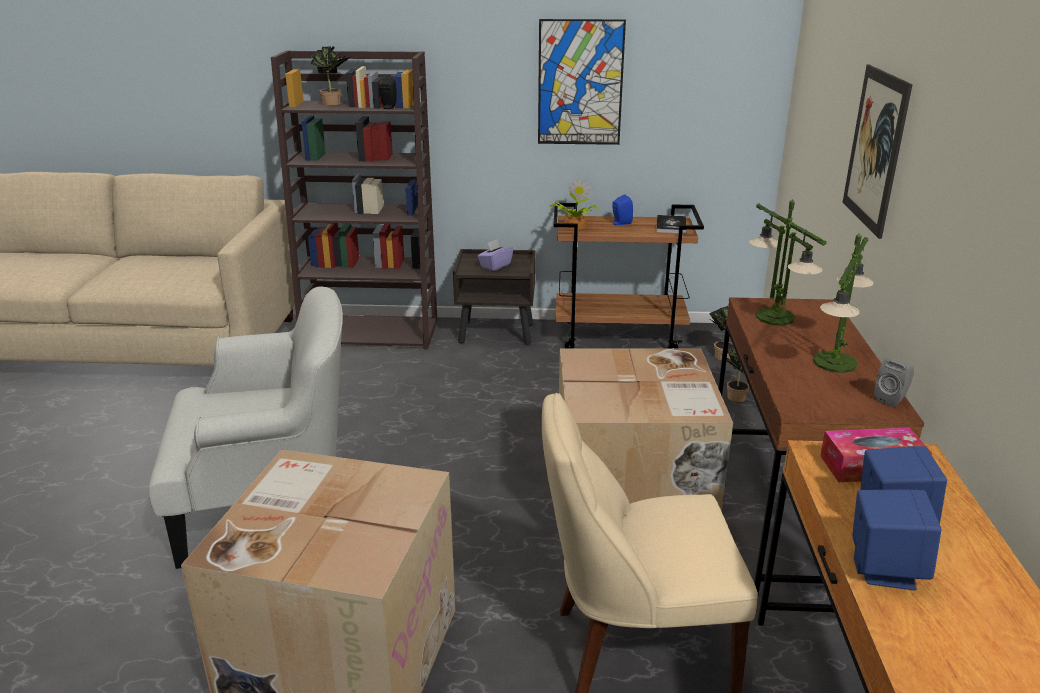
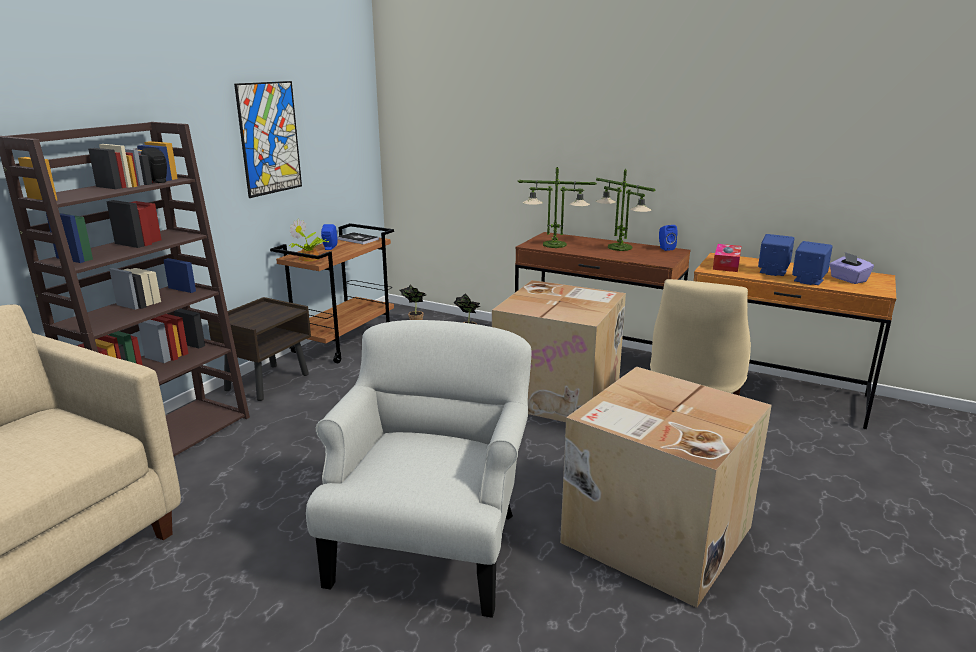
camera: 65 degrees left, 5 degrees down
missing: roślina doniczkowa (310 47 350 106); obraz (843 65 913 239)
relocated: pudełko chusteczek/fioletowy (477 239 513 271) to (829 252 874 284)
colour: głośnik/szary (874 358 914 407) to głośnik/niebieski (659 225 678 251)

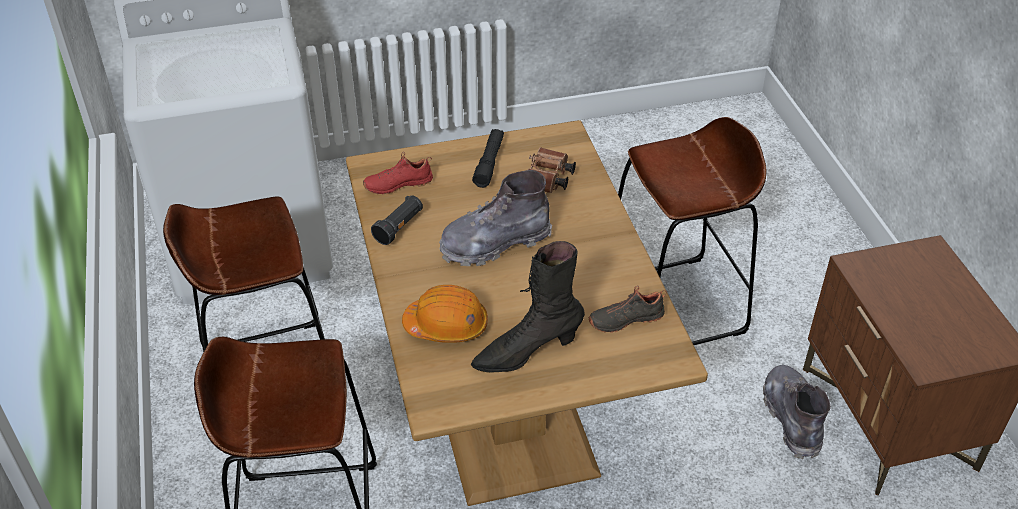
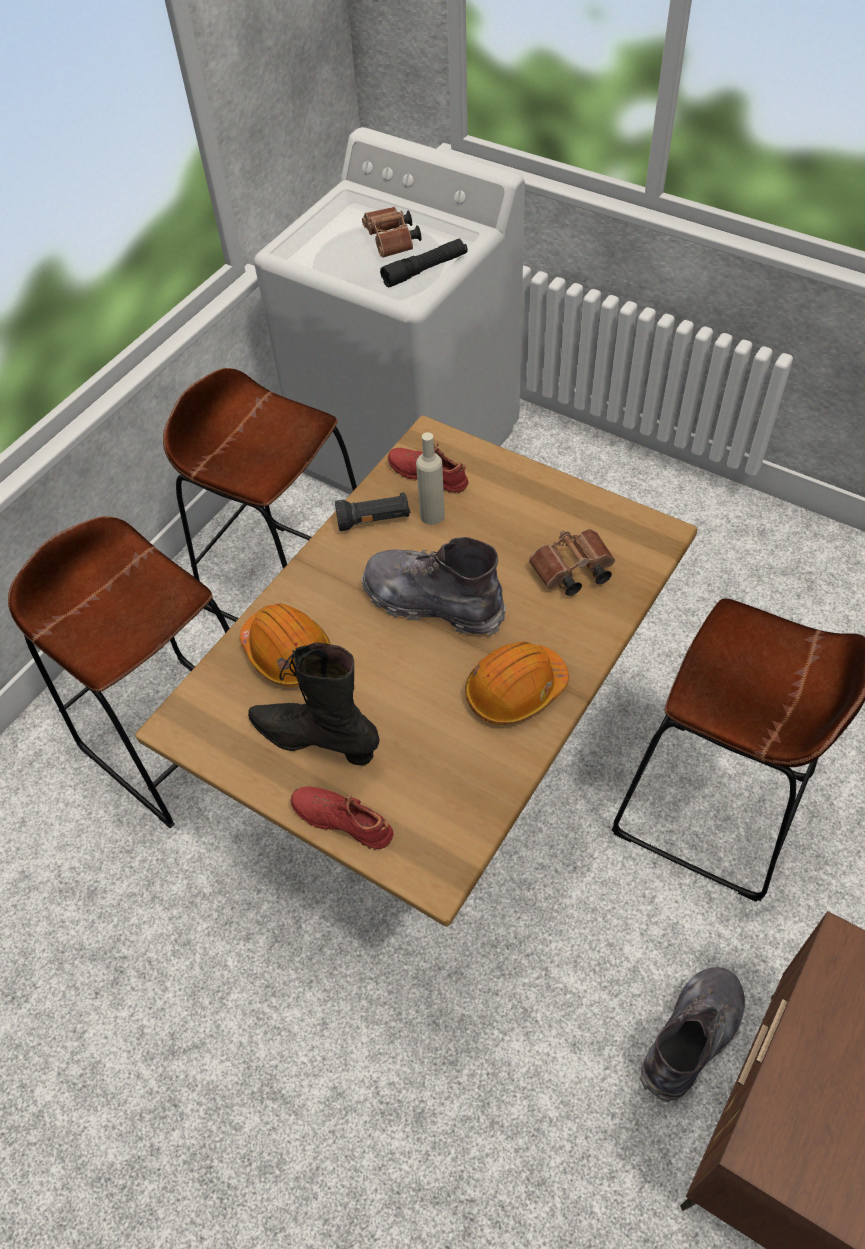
camera: 50 degrees right, 10 degrees up
missing: but/czarny (589 285 667 333)
appeared: but/czerwony (290 787 393 850); lornetka/brązowy (362 207 421 258); butelka/beżowy (416 432 445 525); kask/pomarańczowy (465 641 569 725)
relocated: latarka/czarny (472 129 504 188) to (380 238 467 287)

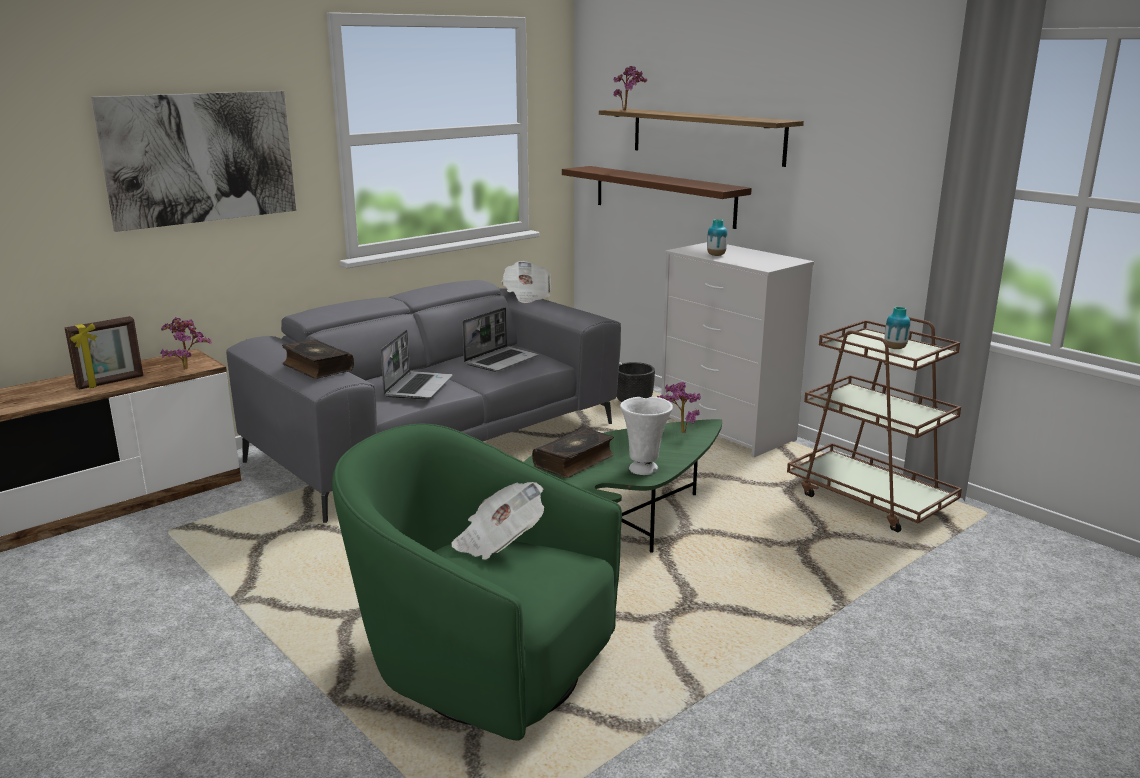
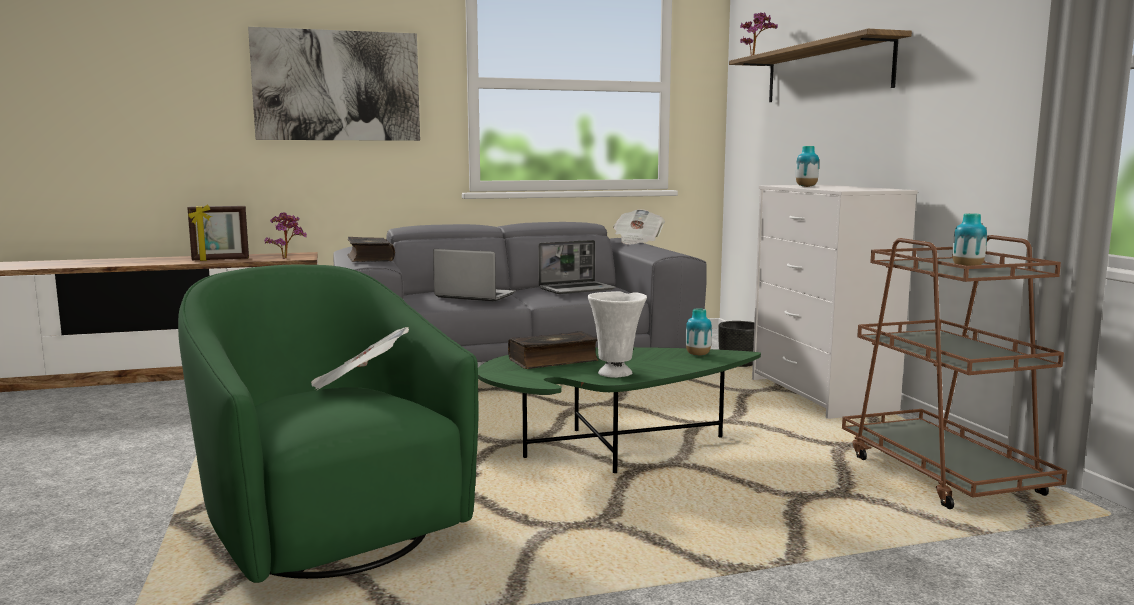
camera: 25 degrees right, 10 degrees down
missing: półka/brązowy (562 166 752 229)
exchanged: roślina doniczkowa (657 382 701 433) to wazon (686 308 712 356)
spun: laptop (381 330 453 399) = (433 249 516 301) 105 degrees counterclockwise

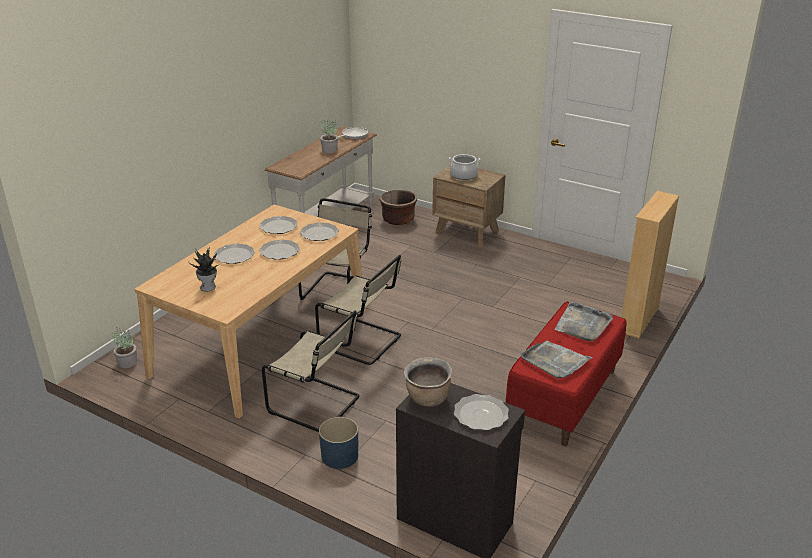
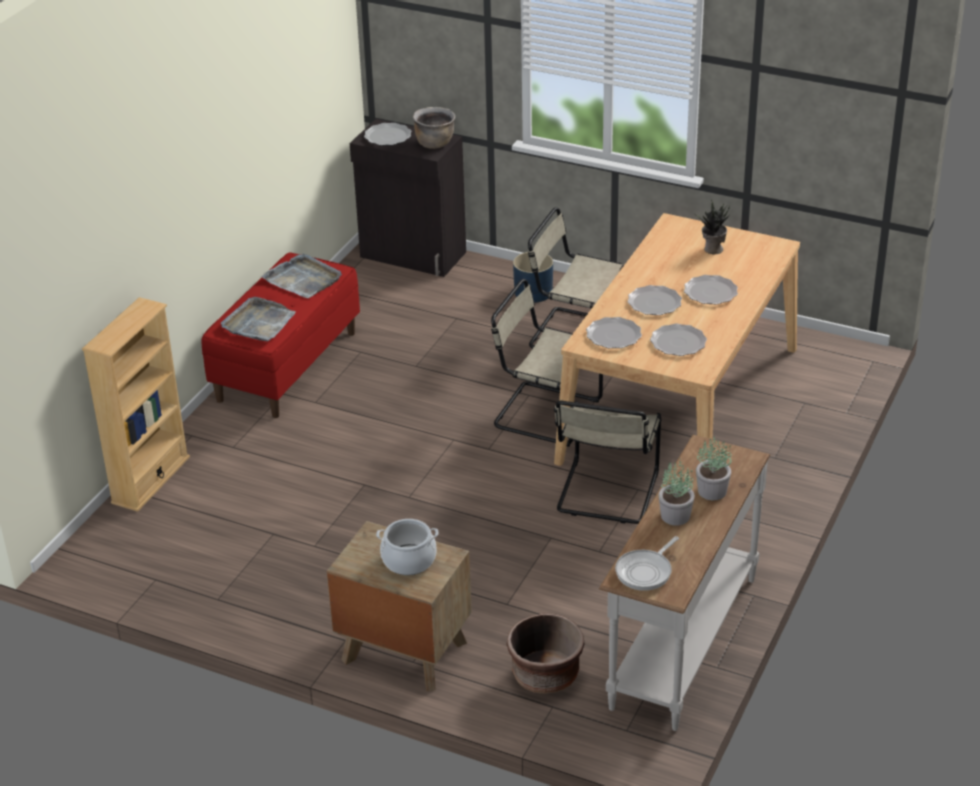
camera: 175 degrees right, 5 degrees up
relocated: roślina doniczkowa (112 327 137 368) to (696 436 732 500)

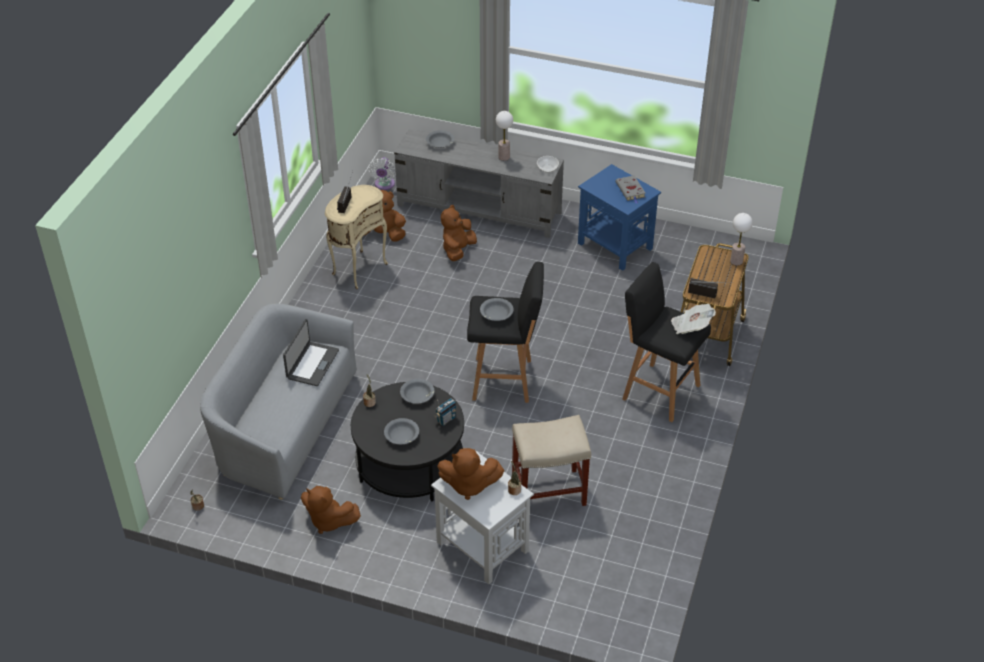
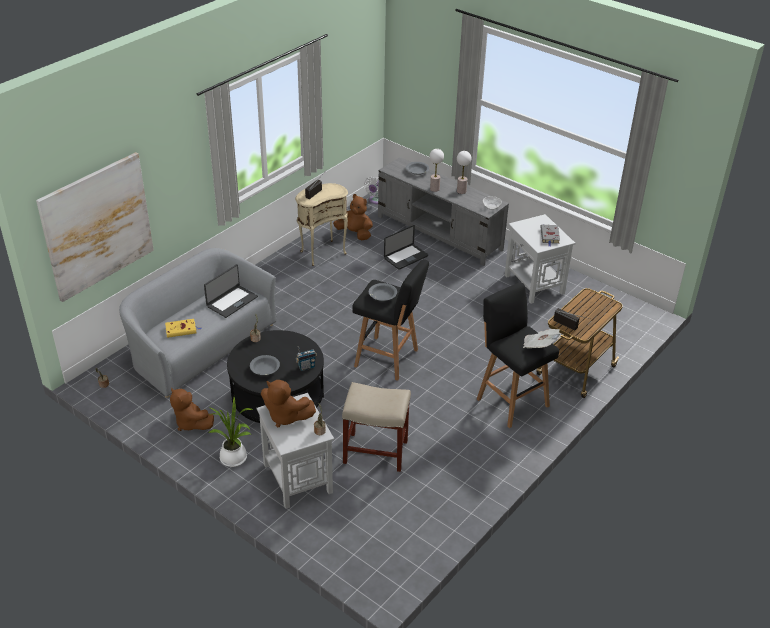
camera: 20 degrees right, 5 degrees down
missing: miska/szary (400 379 434 404)
appeared: obraz (36 152 154 302); książka/żółty (165 319 201 338); roślina doniczkowa (209 397 254 467)
relocated: lampa stołowa (730 213 753 266) to (429 149 444 192)
exchanged: pluszak/brązowy (441 205 477 261) to laptop (384 225 428 270)
colour: stolik/niebieski (578 164 661 271) to stolik/biały (505 214 576 304)

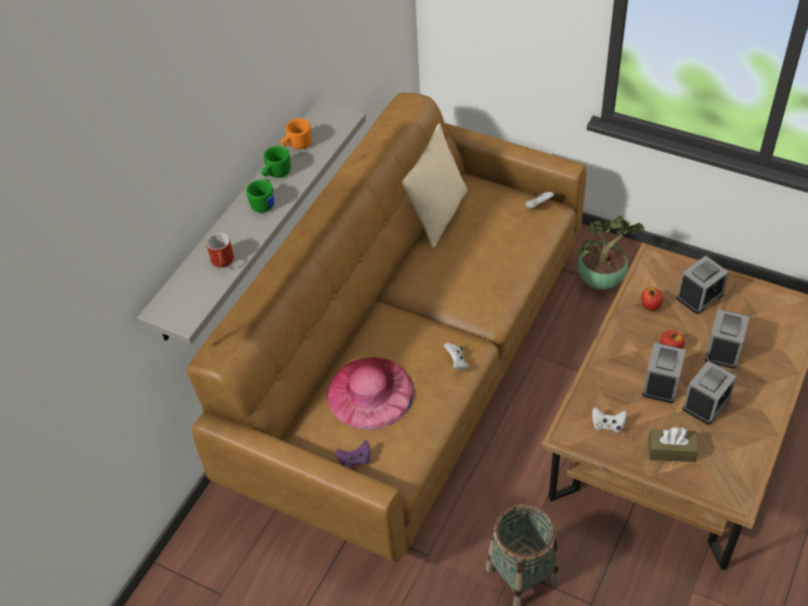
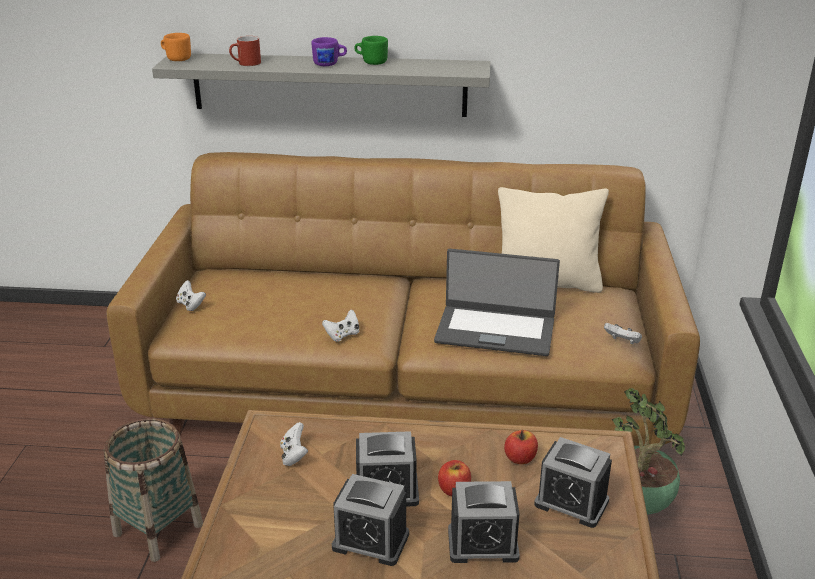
camera: 65 degrees right, 20 degrees down
missing: kapelusz/różowy (326 357 415 430); pudełko chusteczek/brązowy (648 427 698 462)
appeared: laptop (434 249 560 356)
relocated: kubek/pomarańczowy (281 118 312 149) to (161 33 191 61)
colour: kubek/zielony (246 179 274 212) to kubek/fioletowy (312 37 347 66); pad do gier/fioletowy (336 440 370 469) to pad do gier/biały (176 280 206 311)

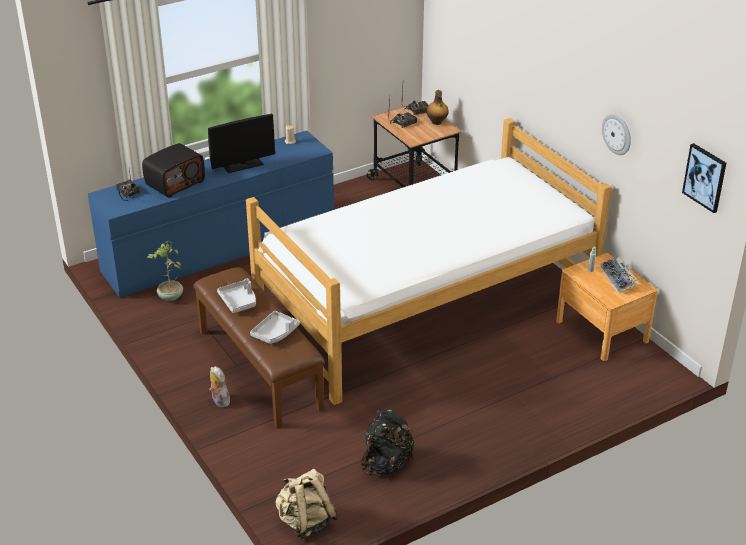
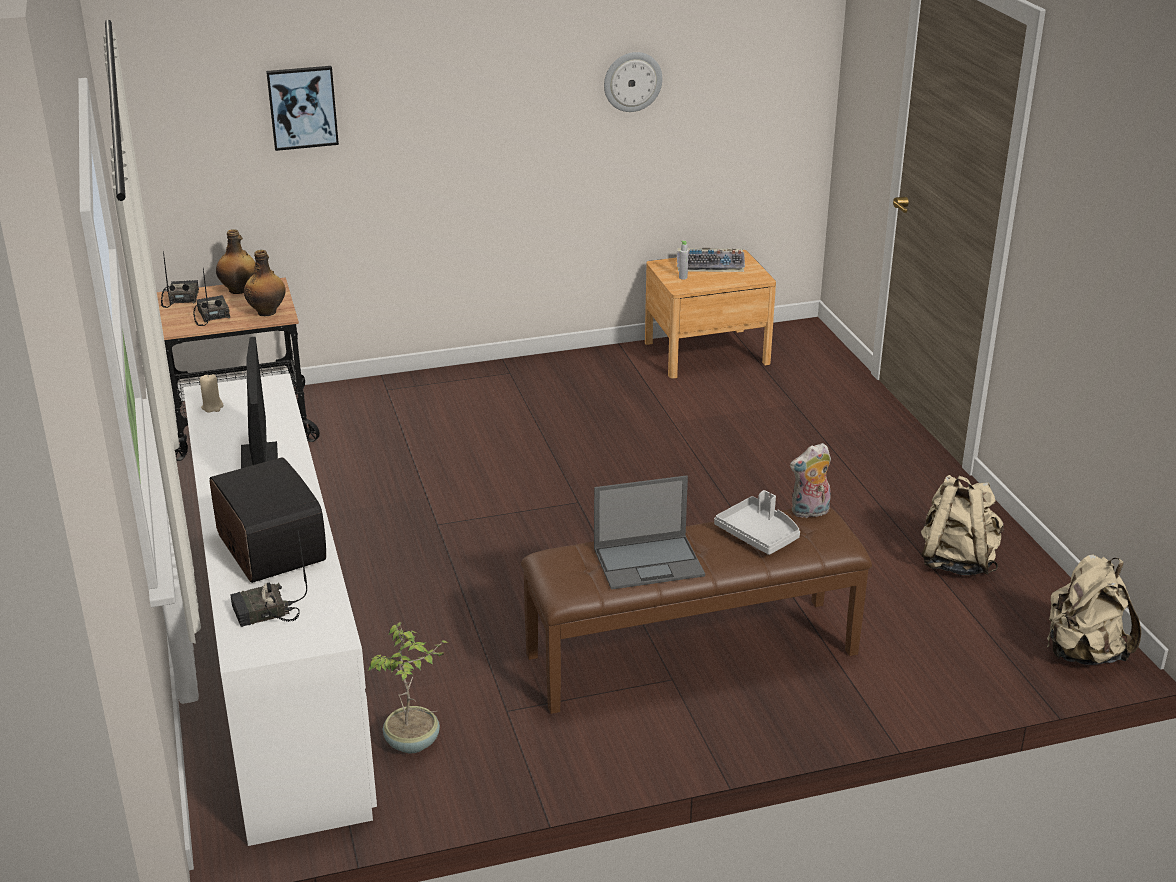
camera: 75 degrees left, 5 degrees down
missing: łóżko (246 118 612 405)
appeared: butelka (244 250 285 316)
relocated: pluszak (209 366 232 407) to (790 443 831 519); obraz (682 143 726 213) to (266 66 339 151)
exchanged: taca/szary (217 278 256 313) to laptop (594 475 705 590)
colour: komoda/niebieski (88 131 334 298) to komoda/biały (183 373 377 846); plecak/czarny (361 408 414 476) to plecak/beżowy (921 475 1004 575)

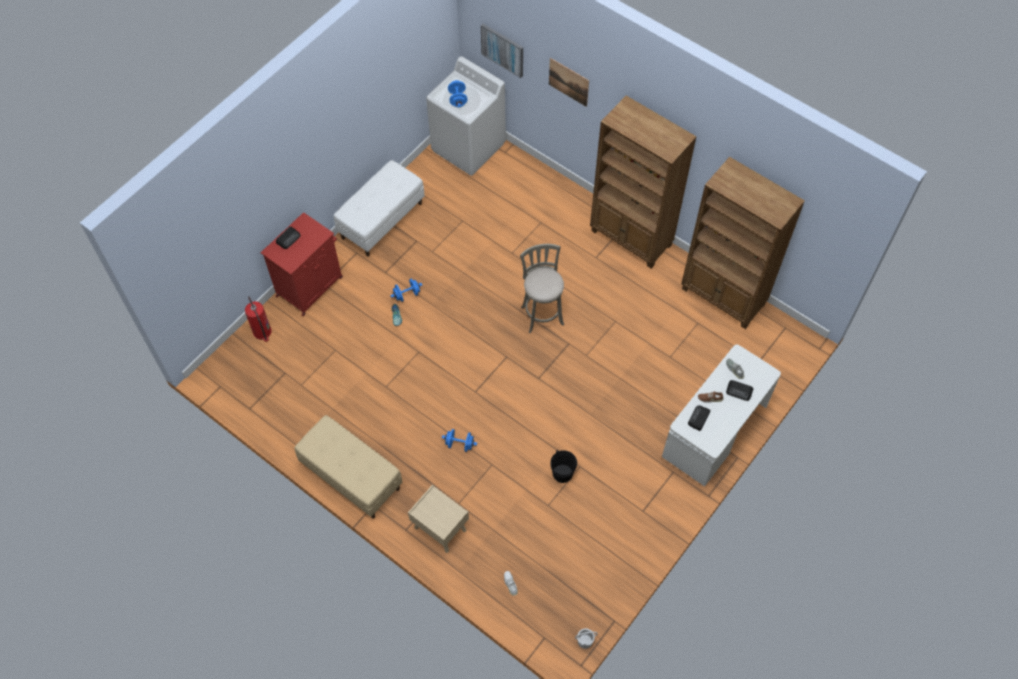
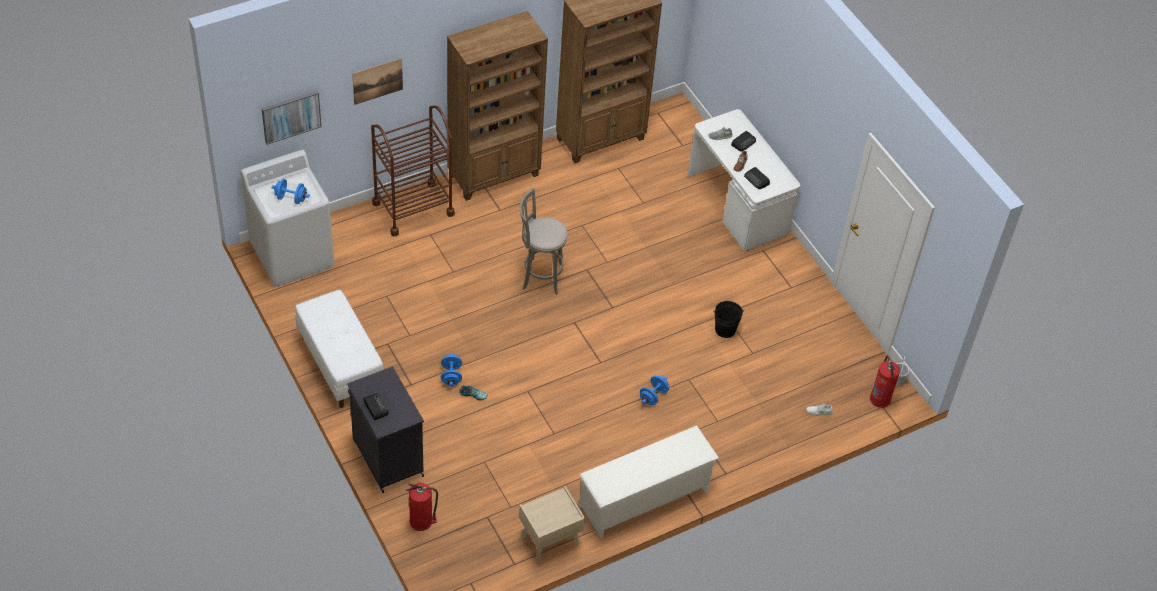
camera: 70 degrees left, 10 degrees down
appeared: wózek/brązowy (371 106 455 236); gaśnica (870 356 900 408)
relocated: szafka nocna/beżowy (408 484 469 553) to (519 486 585 562)
exchanged: ławka/beżowy (294 415 402 519) to regał na buty/biały (579 425 720 539)
colour: szafka/czerwony (261 212 343 316) to szafka/czarny (347 366 424 493)

